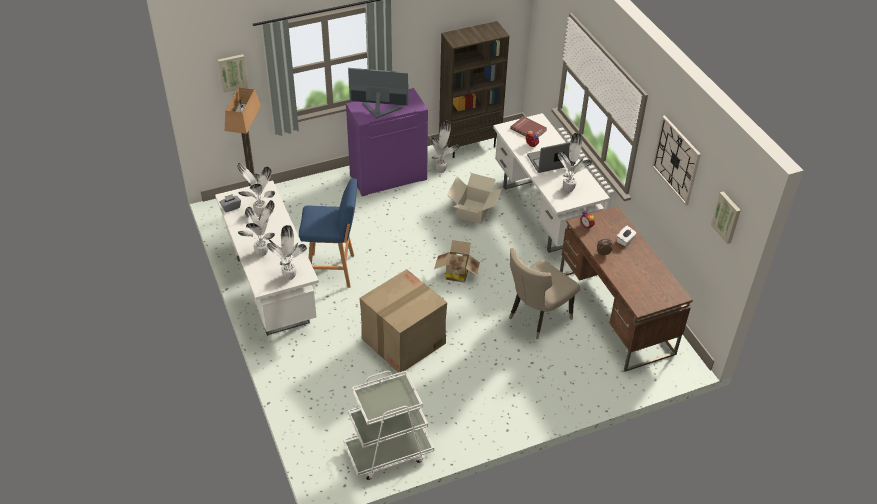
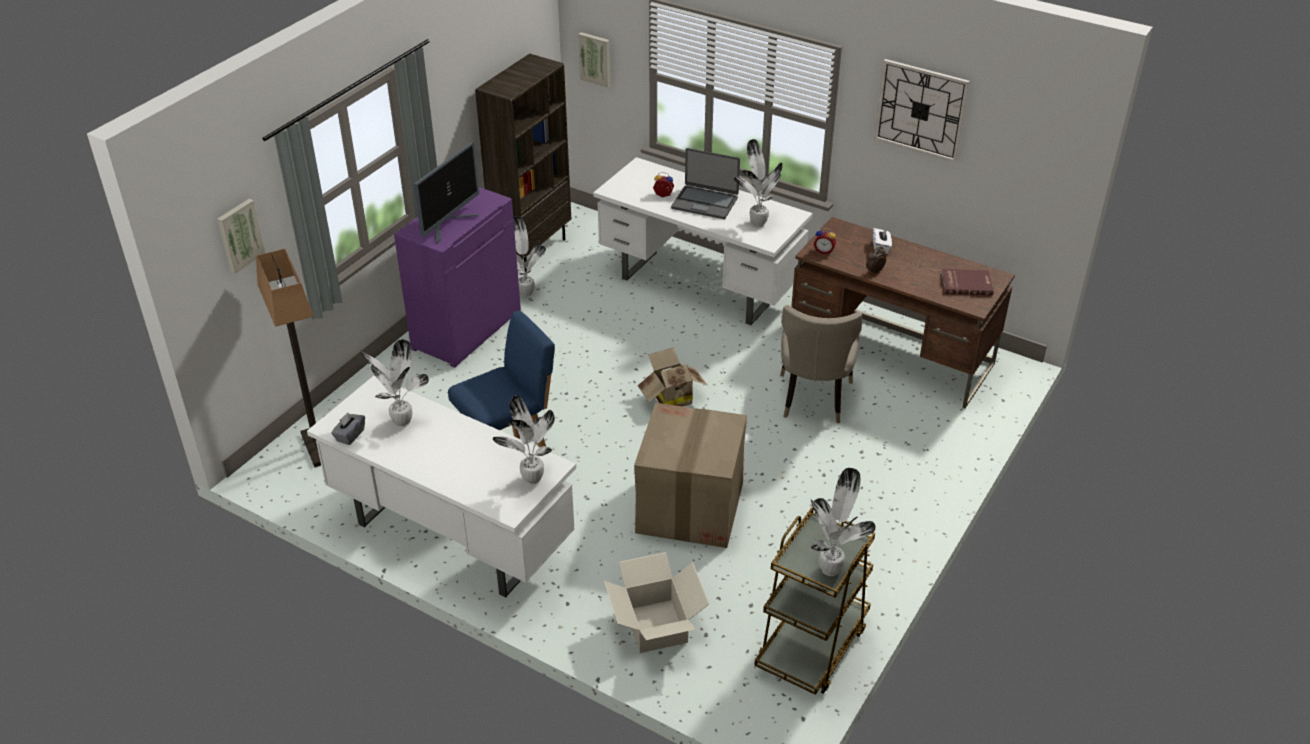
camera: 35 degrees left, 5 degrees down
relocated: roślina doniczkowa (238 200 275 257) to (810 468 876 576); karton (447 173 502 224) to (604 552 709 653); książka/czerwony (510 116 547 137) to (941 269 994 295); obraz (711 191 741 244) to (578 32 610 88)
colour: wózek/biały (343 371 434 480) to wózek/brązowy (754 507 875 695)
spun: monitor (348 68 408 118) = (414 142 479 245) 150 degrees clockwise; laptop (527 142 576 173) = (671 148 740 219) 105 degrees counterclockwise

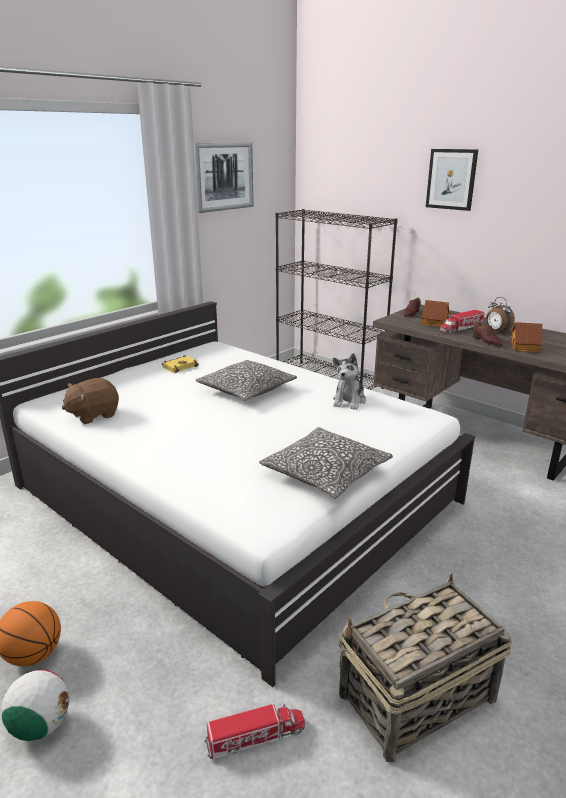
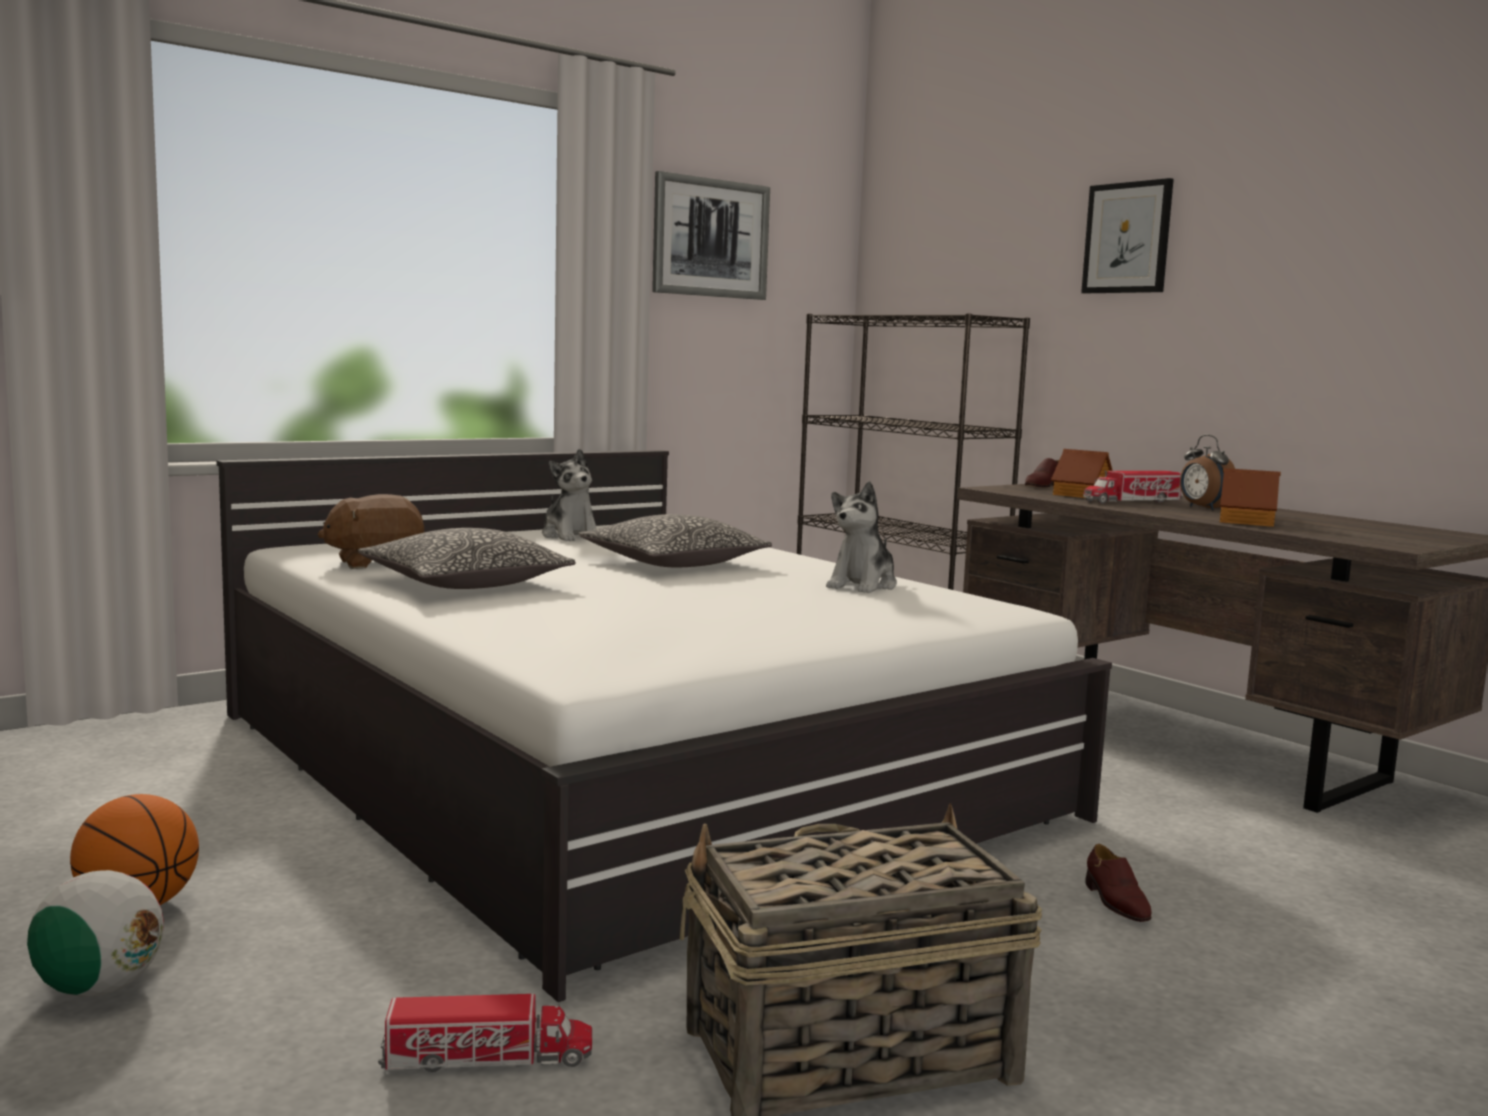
camera: 10 degrees right, 15 degrees down
relocated: poduszka (259 427 393 499) to (358 528 576 589); but/brązowy (473 322 503 346) to (1085 844 1151 922)
exchanged: książka/żółty (162 355 199 373) to pluszak (542 449 597 541)

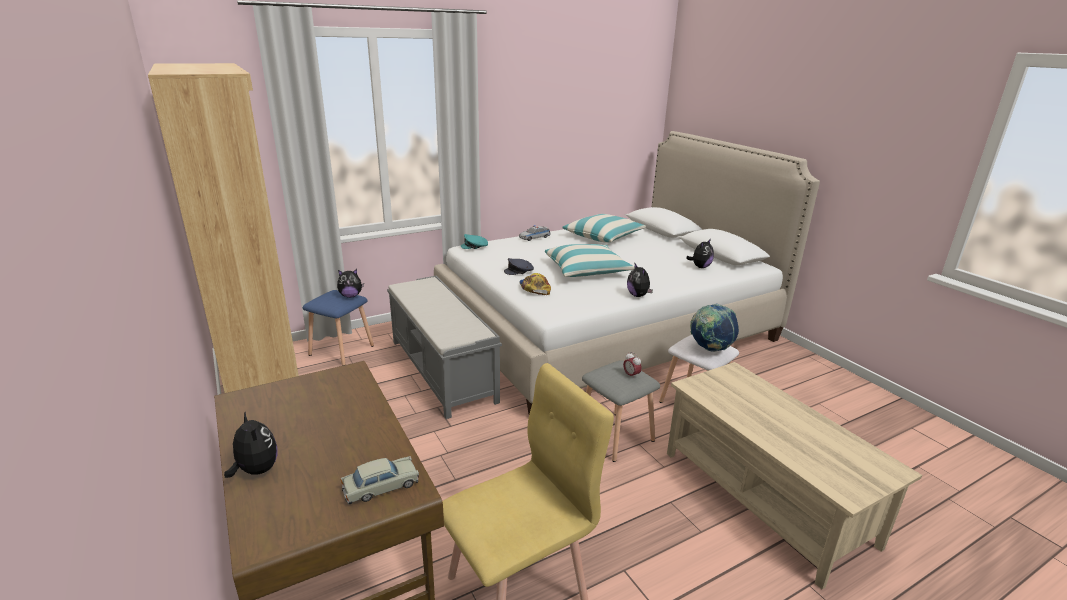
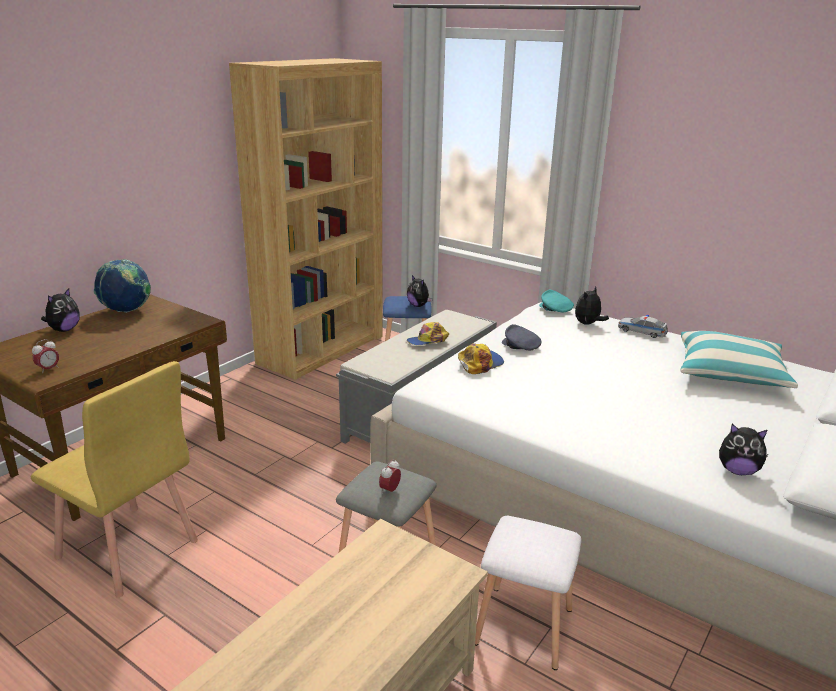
camera: 65 degrees right, 0 degrees up
missing: poduszka (545 244 634 277)
appeared: czapka z daszkiem (407 322 449 345)
relocated: pluszak (627 263 653 297) to (575 287 609 325); globus (690 304 739 352) to (94 259 151 313)
exchanged: samochodzik/beżowy (340 456 419 504) to budzik (32 339 59 373)

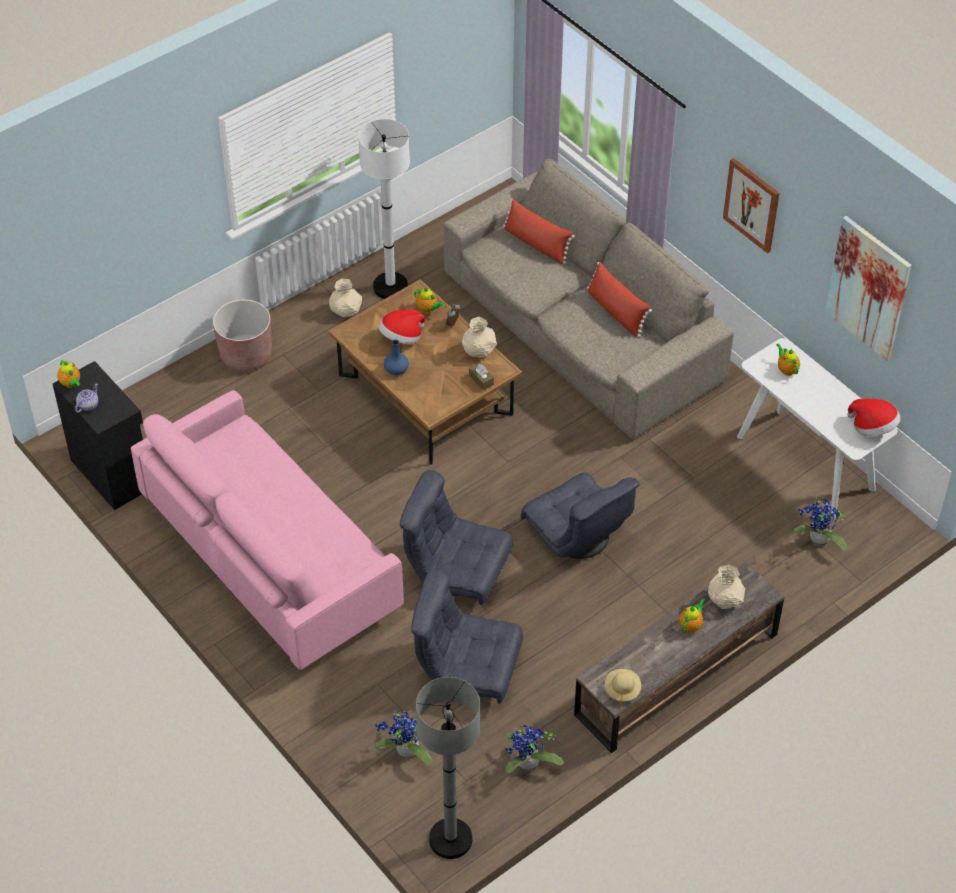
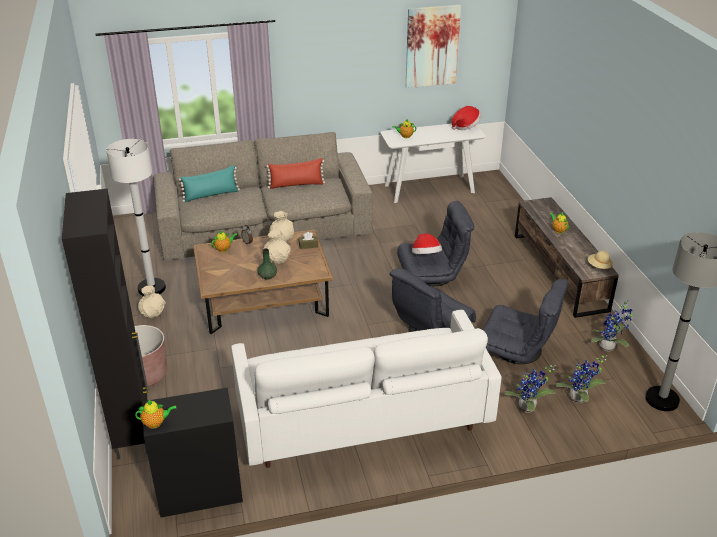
camera: 65 degrees left, 15 degrees down
missing: imbryk (75 384 98 413); obraz (723 158 780 253)
appeared: szafka/czarny (62 189 148 459)
relocated: kapelusz (379 309 425 344) to (412 233 442 254); wazon/beżowy (708 565 745 609) to (264 230 291 264); roślina doniczkowa (793 497 847 550) to (504 365 556 413)
colour: kanapa/różowy (131 390 404 670) to kanapa/biały (231 310 502 468); wazon/niebieski (384 340 409 375) to wazon/zielony (257 249 277 280); poduszka/czerwony (503 199 575 264) to poduszka/turkusowy (179 165 240 202)
spun: fotel/szary (411 569 523 704) = (483 279 568 364) 105 degrees counterclockwise

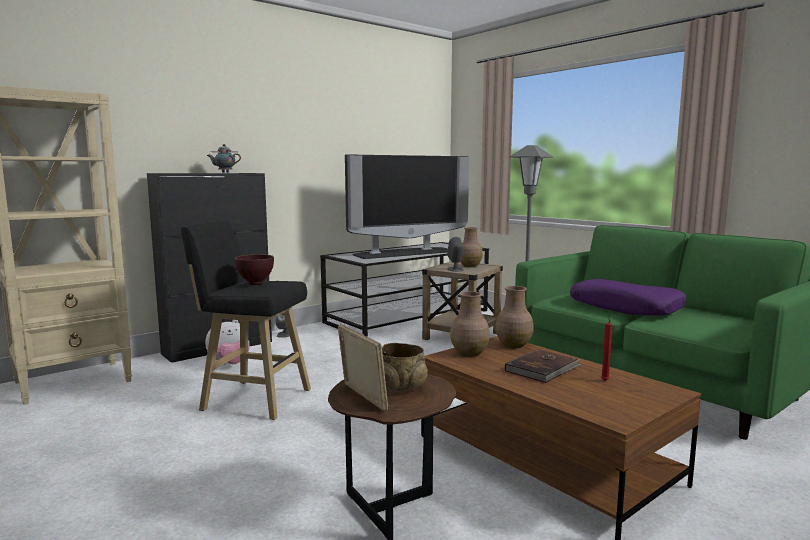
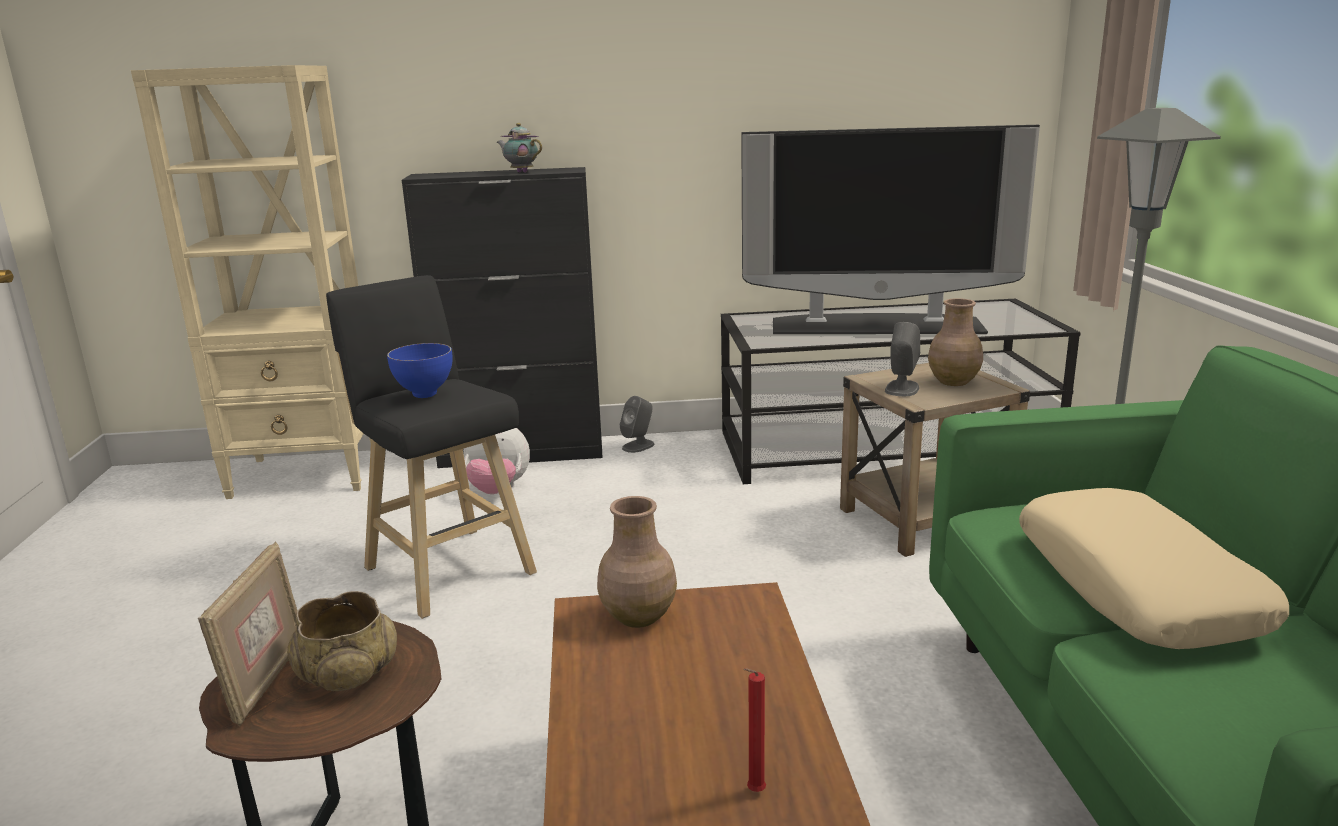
camera: 35 degrees right, 10 degrees up
missing: wazon/brązowy (495 286 534 348); książka/brązowy (505 349 582 383)
colour: miska/brązowy (235 254 274 285) to miska/niebieski (387 343 452 398); poduszka/fioletowy (570 279 687 316) to poduszka/beżowy (1019 488 1289 649)

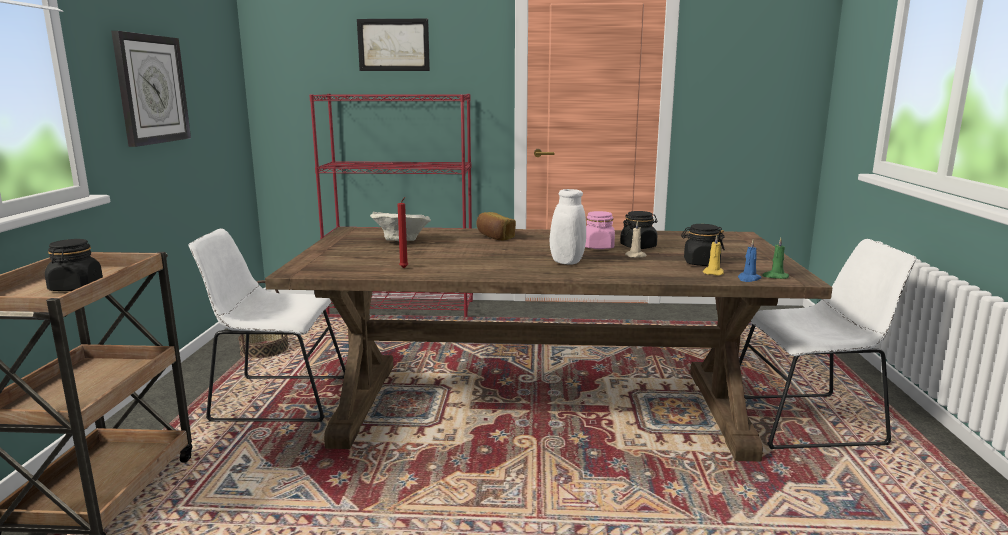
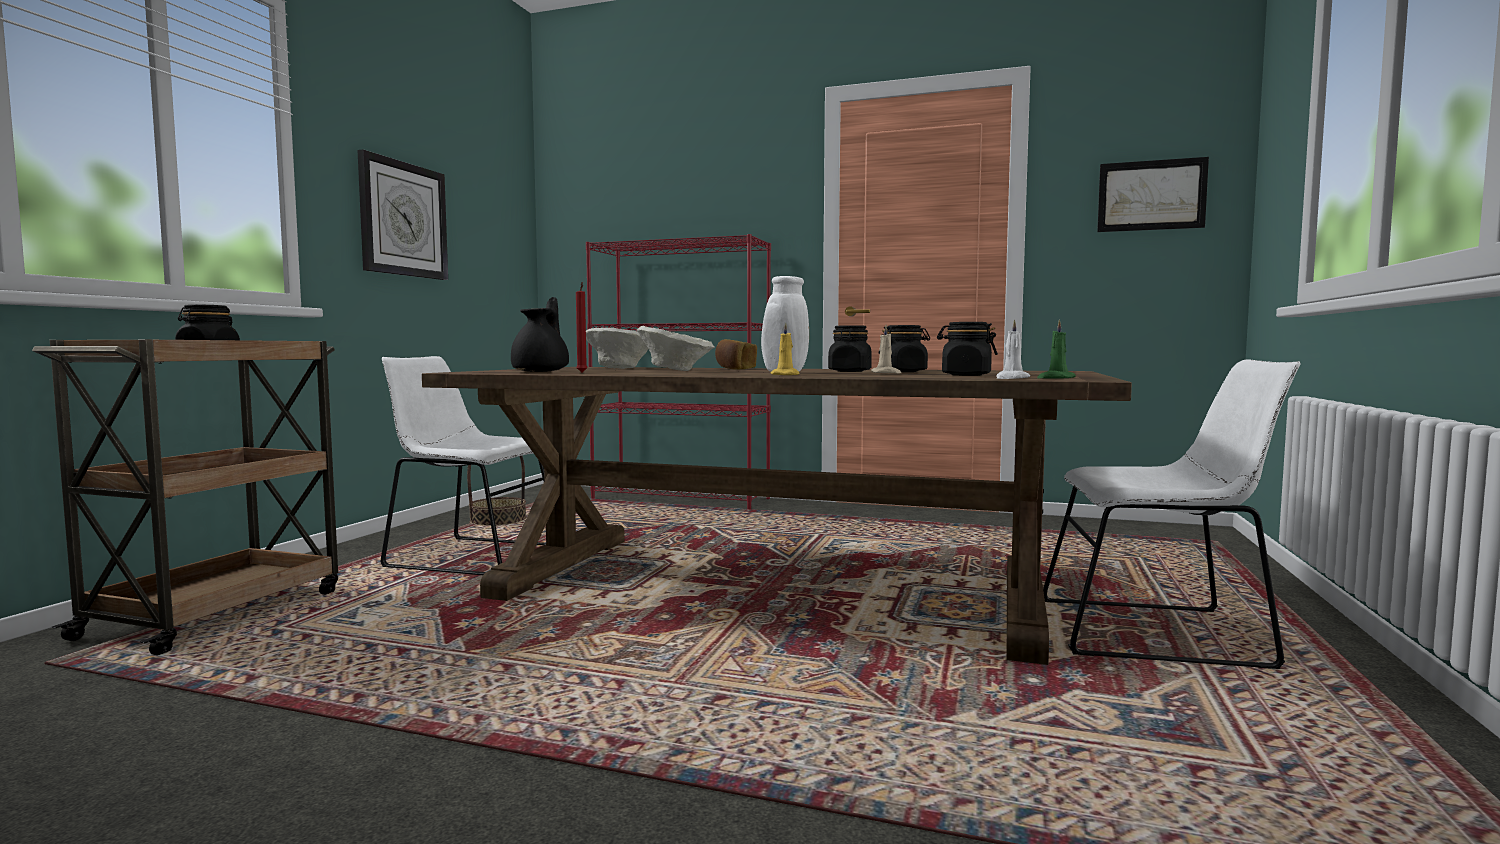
camera: 15 degrees right, 10 degrees down
appeared: imbryk/czarny (511 297 569 372); miska/beżowy (637 326 715 371)
relocated: obraz (357 19 430 71) to (1097 157 1209 232); świeca/żółty (703 235 724 276) to (771 323 799 375)
colour: słoik/różowy (585 211 615 249) to słoik/czarny (828 325 872 372); świeca/niebieski (738 239 761 282) to świeca/biały (996 319 1030 379)

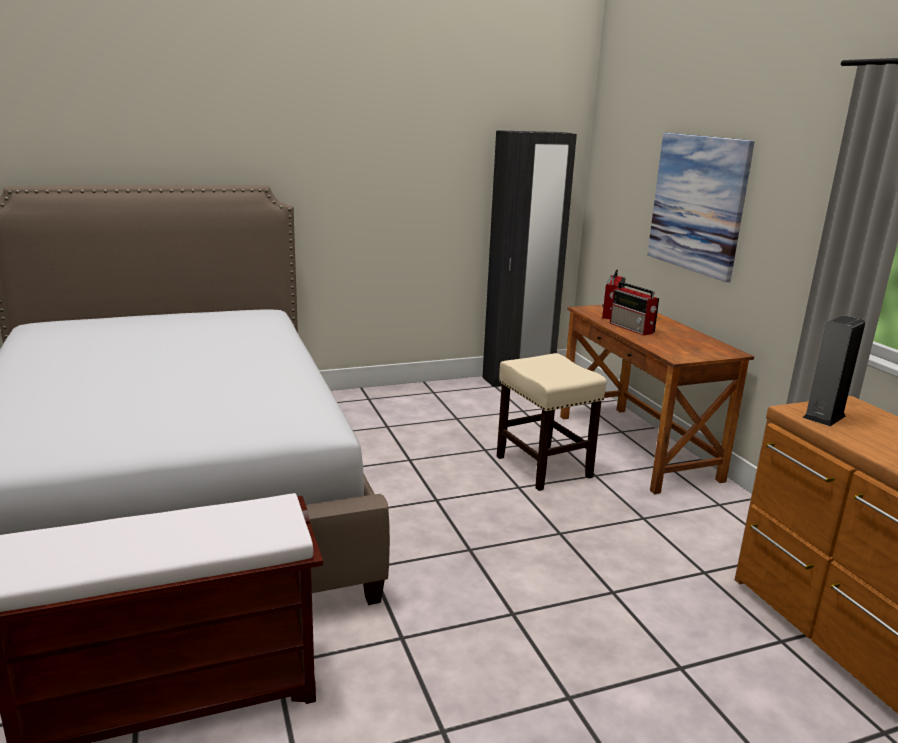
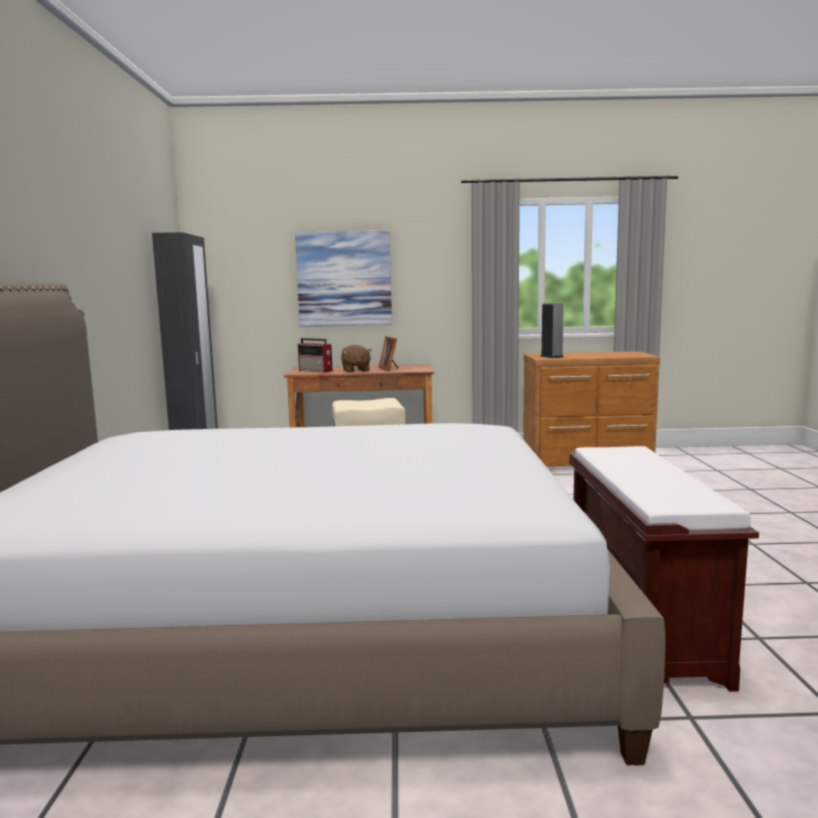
camera: 70 degrees left, 10 degrees down
appeared: ramka na zdjęcie (379 336 398 372)
exchanged: radio (610 282 659 336) to pluszak/brązowy (341 345 372 373)

